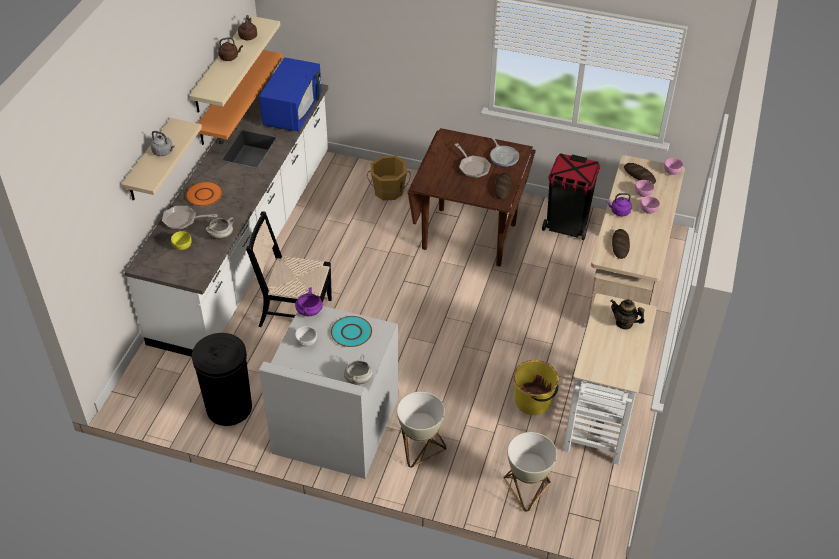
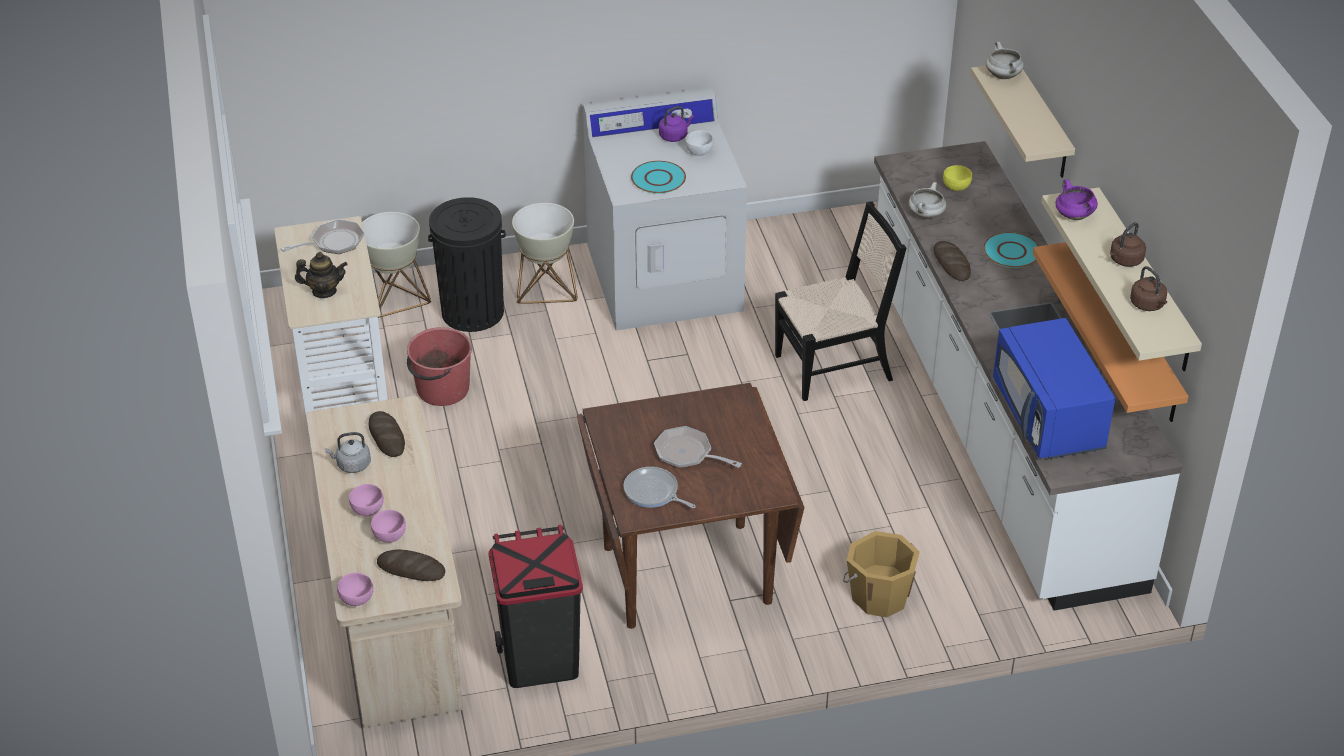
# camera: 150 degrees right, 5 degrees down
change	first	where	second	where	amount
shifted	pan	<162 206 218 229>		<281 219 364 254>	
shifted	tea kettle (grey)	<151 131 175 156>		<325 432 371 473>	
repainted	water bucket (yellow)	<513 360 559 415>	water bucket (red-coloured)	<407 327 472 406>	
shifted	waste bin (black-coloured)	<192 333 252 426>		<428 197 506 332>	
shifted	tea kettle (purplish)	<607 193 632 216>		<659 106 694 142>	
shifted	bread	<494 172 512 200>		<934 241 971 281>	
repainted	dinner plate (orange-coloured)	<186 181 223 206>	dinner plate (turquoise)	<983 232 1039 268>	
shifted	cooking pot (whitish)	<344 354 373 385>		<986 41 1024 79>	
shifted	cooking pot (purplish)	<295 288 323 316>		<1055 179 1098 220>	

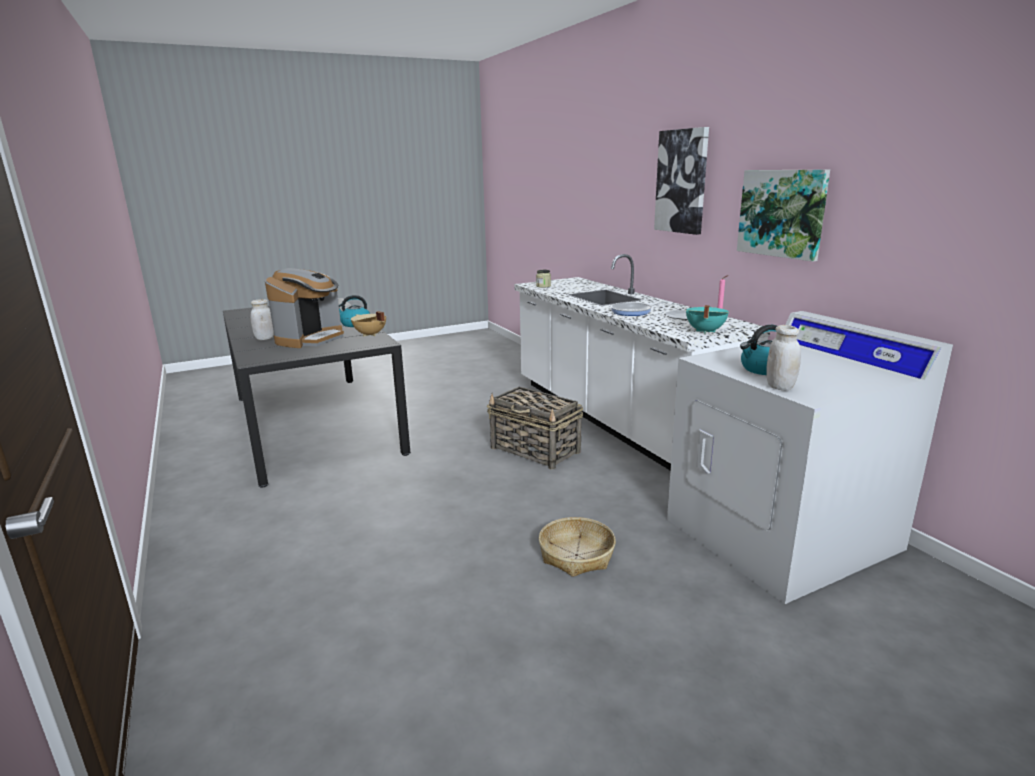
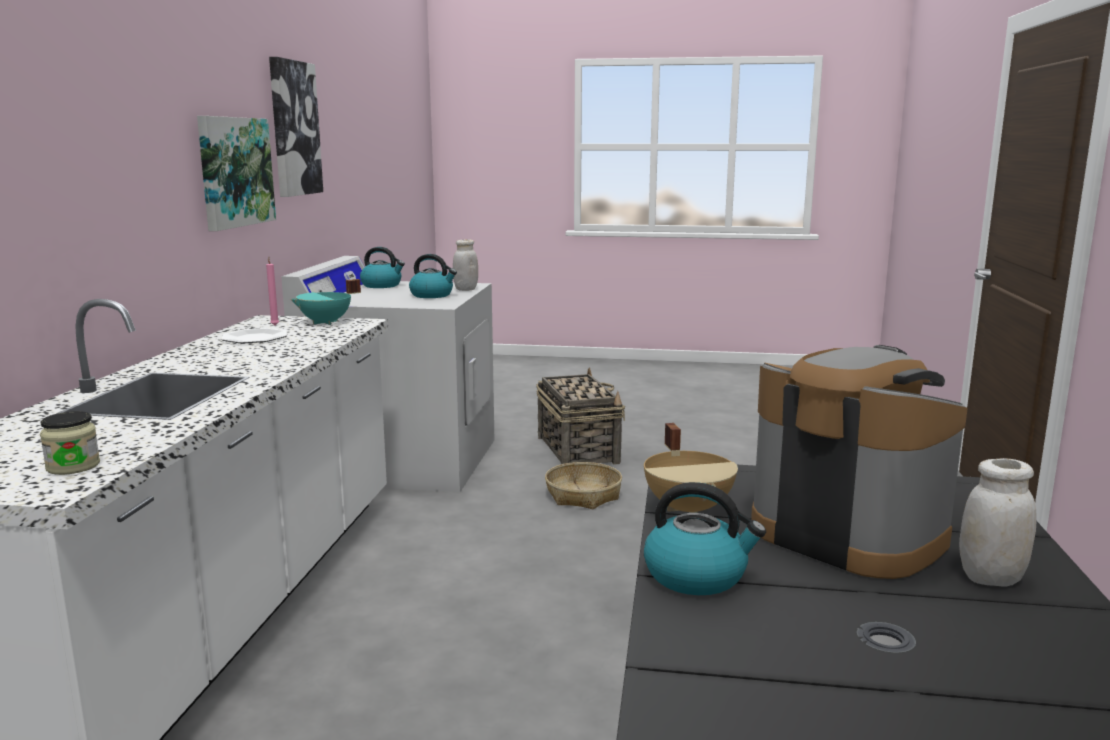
# camera: 145 degrees left, 5 degrees down
change	first	where	second	where	amount
shifted	wall picture	<654 127 709 235>		<269 57 323 197>	
new			tea kettle	<360 247 405 288>	
shifted	basket	<487 387 583 470>		<536 367 625 464>	
rotated	coffee maker	<265 268 344 348>		<751 345 968 579>	75 degrees clockwise
gone	pan	<611 301 668 316>			

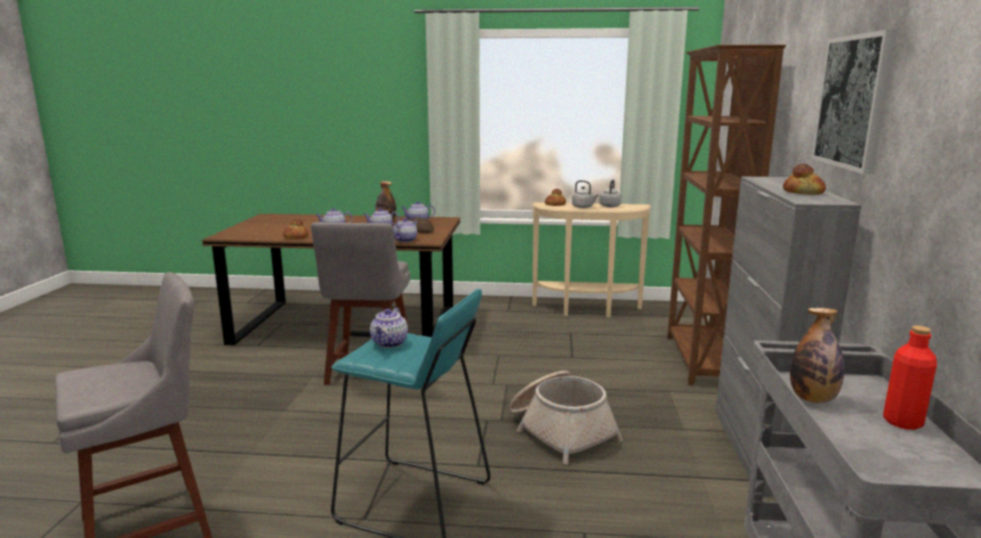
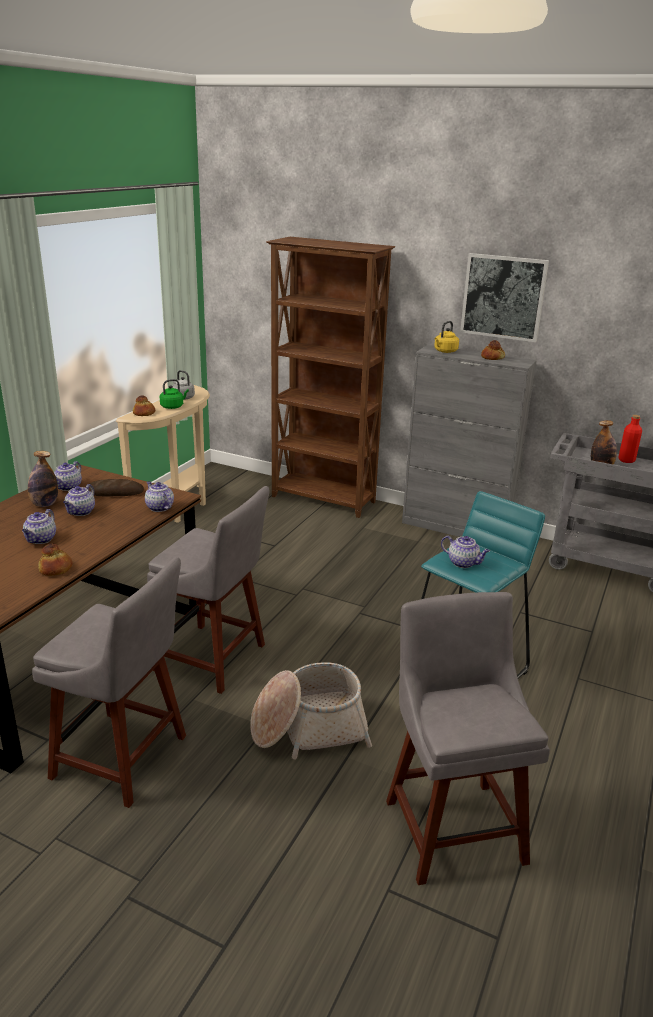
# camera: 70 degrees left, 10 degrees up
change	first	where	second	where	amount
new			upright chair (grey)	<32 557 186 808>	
repainted	tea kettle (grey)	<572 180 599 208>	tea kettle (green)	<160 379 189 409>	
shifted	basket	<509 371 623 465>		<250 662 372 759>	
new			tea kettle (yellow)	<434 321 459 353>	

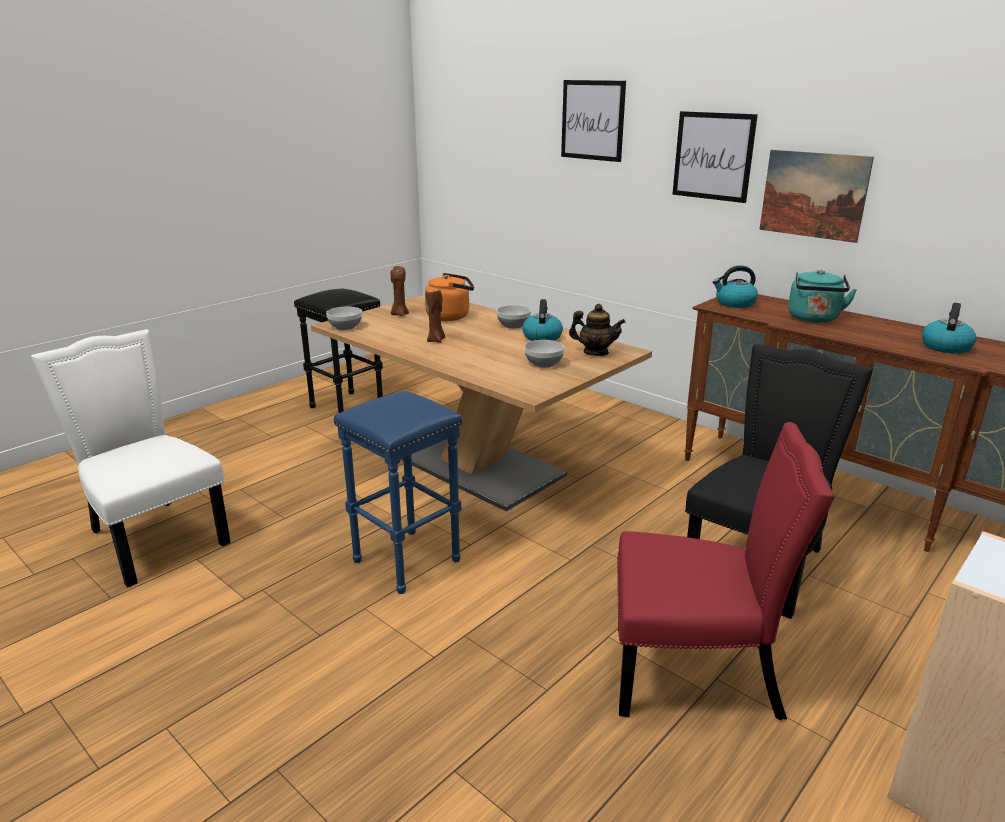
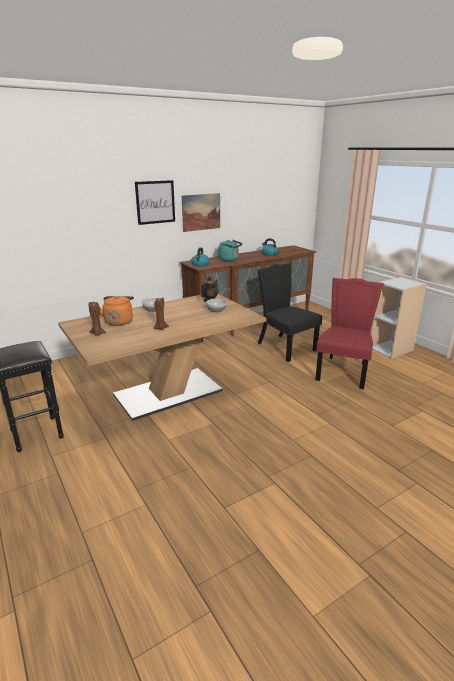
# camera: 75 degrees left, 0 degrees up
change	first	where	second	where	amount
gone	upright chair (whitish)	<31 329 231 587>			
gone	deep dish	<326 307 362 330>			
gone	sitting stool (bluish)	<334 391 462 594>			
gone	tea kettle	<522 299 563 341>			
gone	wall picture	<561 80 626 162>			

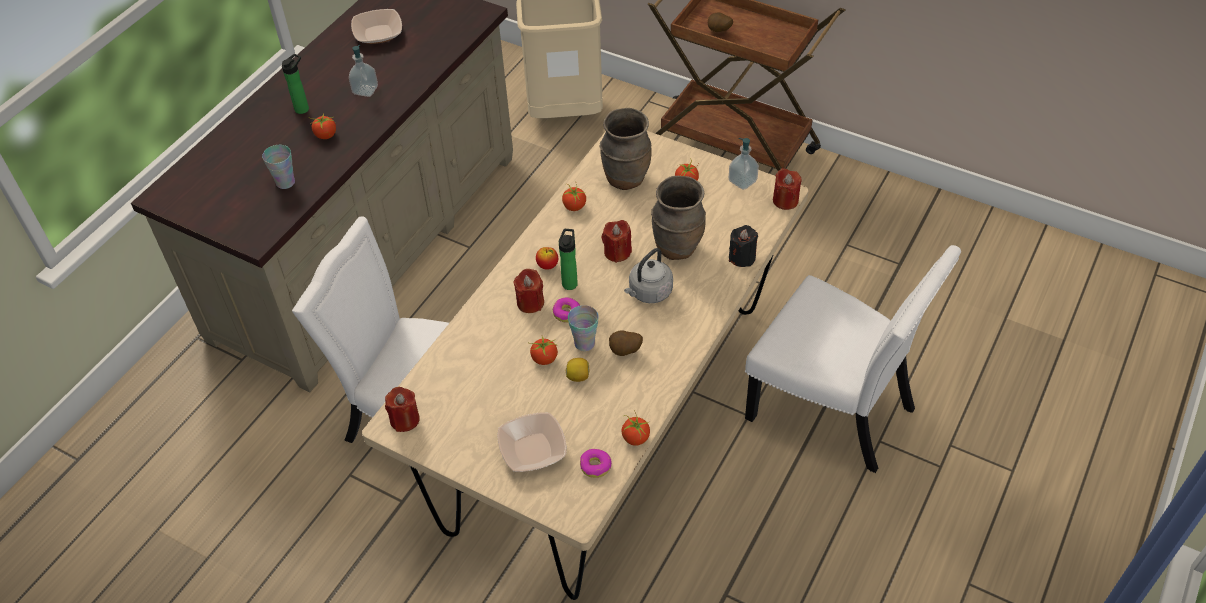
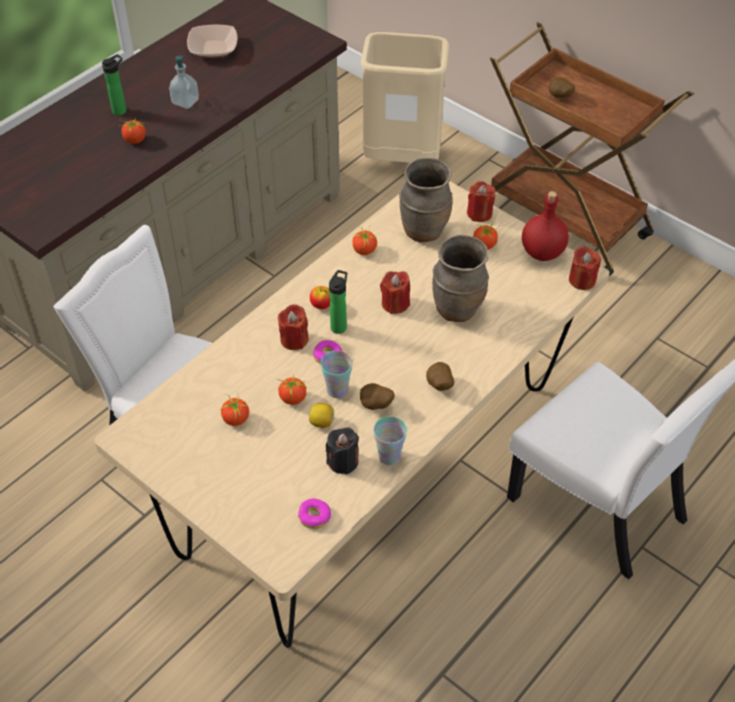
# camera: 10 degrees right, 0 degrees up
change	first	where	second	where	amount
shifted	whole tomato	<622 410 650 446>		<221 393 249 426>	
shifted	wax candle (black-coloured)	<729 225 758 267>		<326 427 359 475>	
shifted	small cup	<262 145 295 189>		<373 416 407 465>	
new			spud	<426 362 454 391>	
shifted	wax candle (red-coloured)	<385 387 420 432>		<467 181 496 222>	
swapped	liquid soap bottle	<729 138 759 190>	bottle (red-coloured)	<522 191 569 261>	
gone	deep dish	<497 412 567 472>			
gone	tea kettle (grey)	<624 248 673 303>			

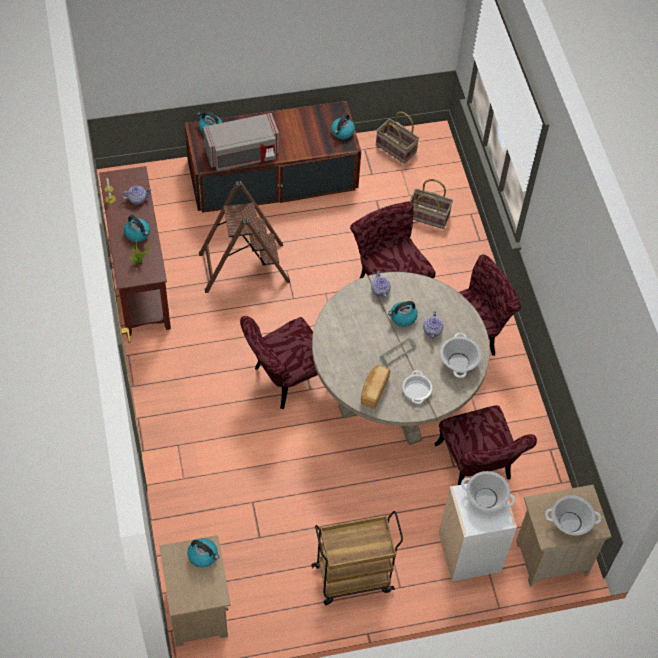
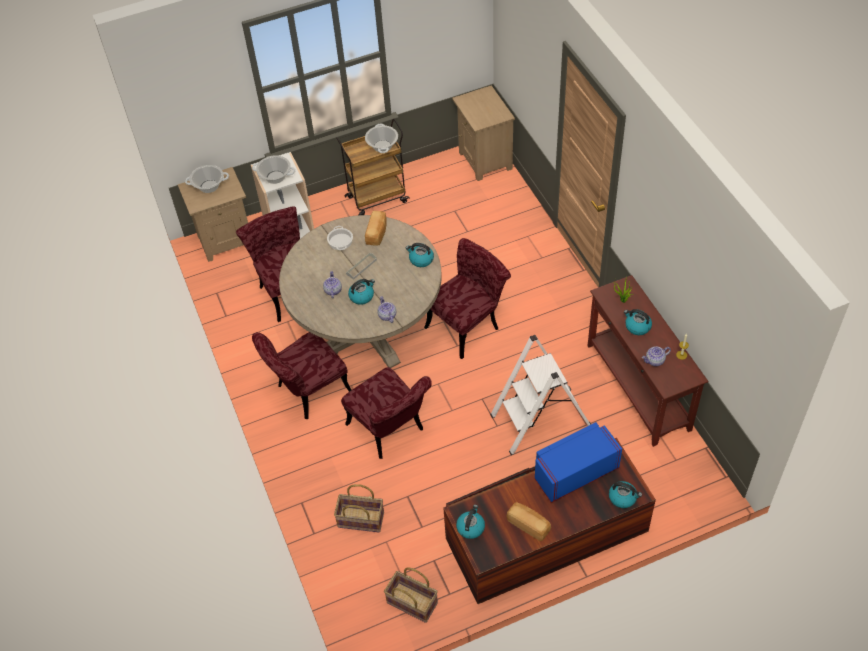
# camera: 175 degrees right, 5 degrees down
change	first	where	second	where	amount
shifted	cooking pot	<440 333 481 378>		<365 124 398 153>	
shifted	tea kettle	<187 538 219 568>		<406 243 434 267>	
repainted	step stool (brown)	<199 181 290 293>	step stool (whitish)	<490 335 591 455>	
new			bread	<507 502 551 541>	
repainted	microwave (grey)	<203 113 279 171>	microwave (bluish)	<535 422 622 503>	

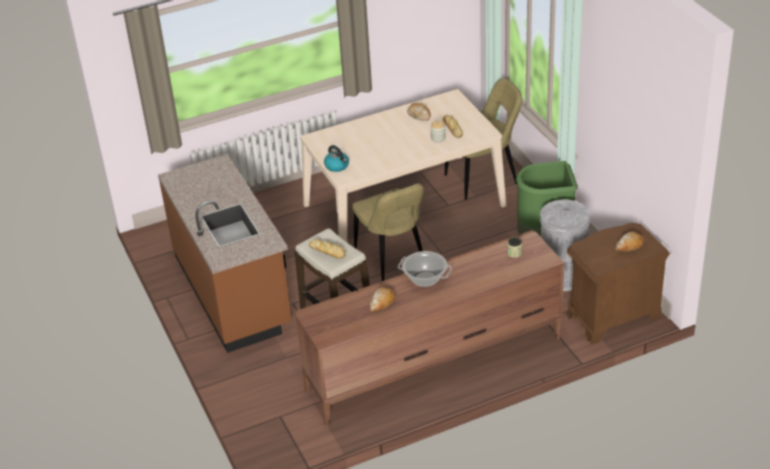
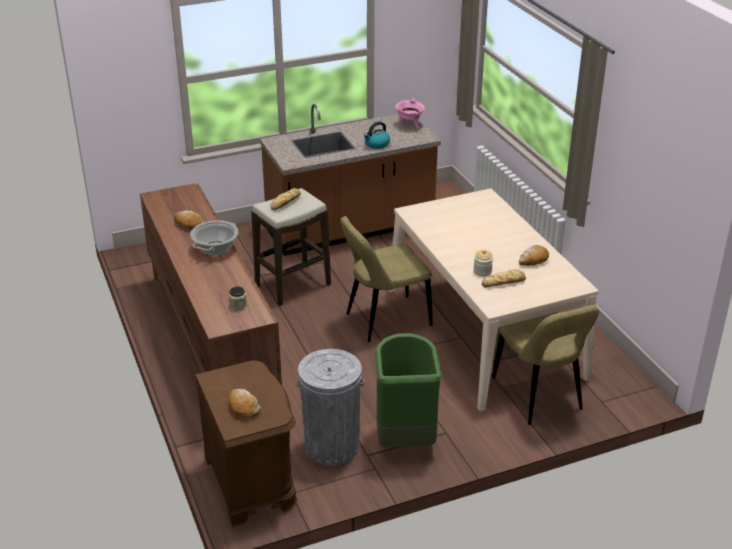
# camera: 90 degrees right, 5 degrees down
change	first	where	second	where	amount
shifted	tea kettle	<324 145 349 172>		<364 121 390 149>	
new			cooking pot (pink-coloured)	<395 98 425 129>	

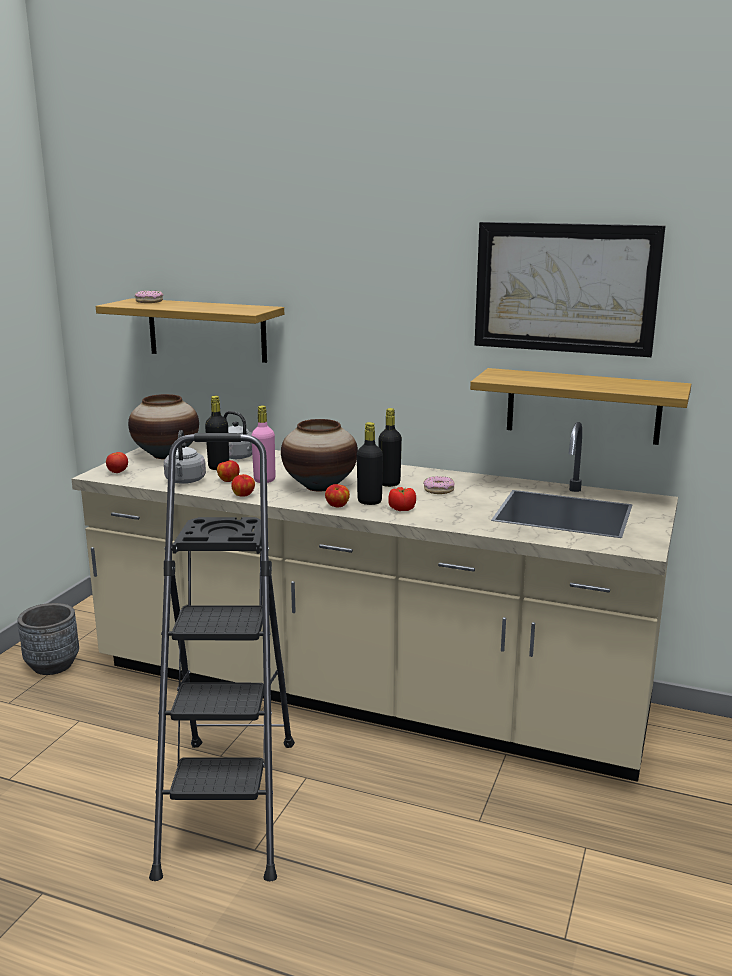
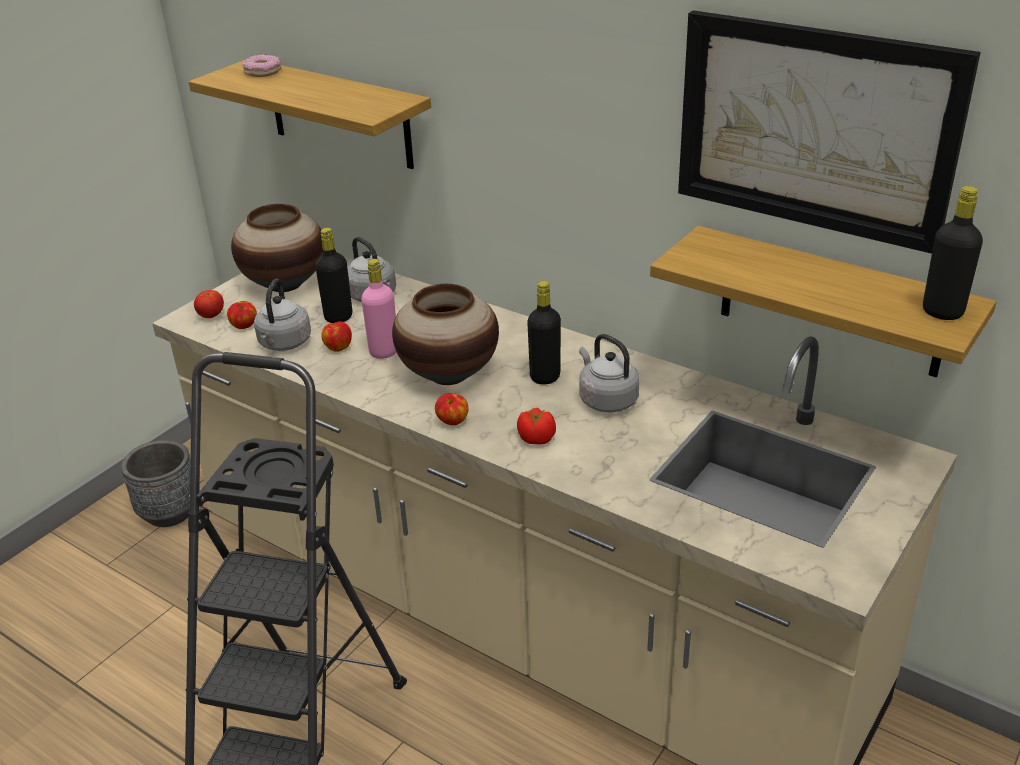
# camera: 15 degrees right, 15 degrees up
change	first	where	second	where	amount
shifted	apple fruit	<231 474 255 497>		<227 301 257 329>	
swapped	ring doughnut	<423 476 455 494>	tea kettle (grey)	<579 334 640 413>	
shifted	bottle (black-coloured)	<357 422 383 505>		<923 186 983 320>	

